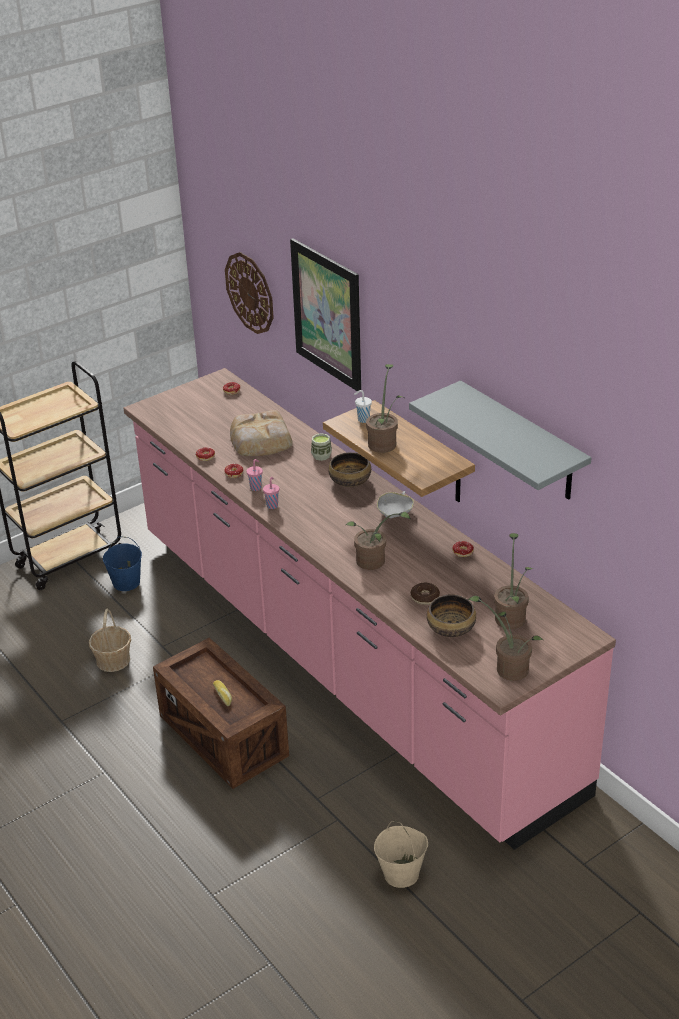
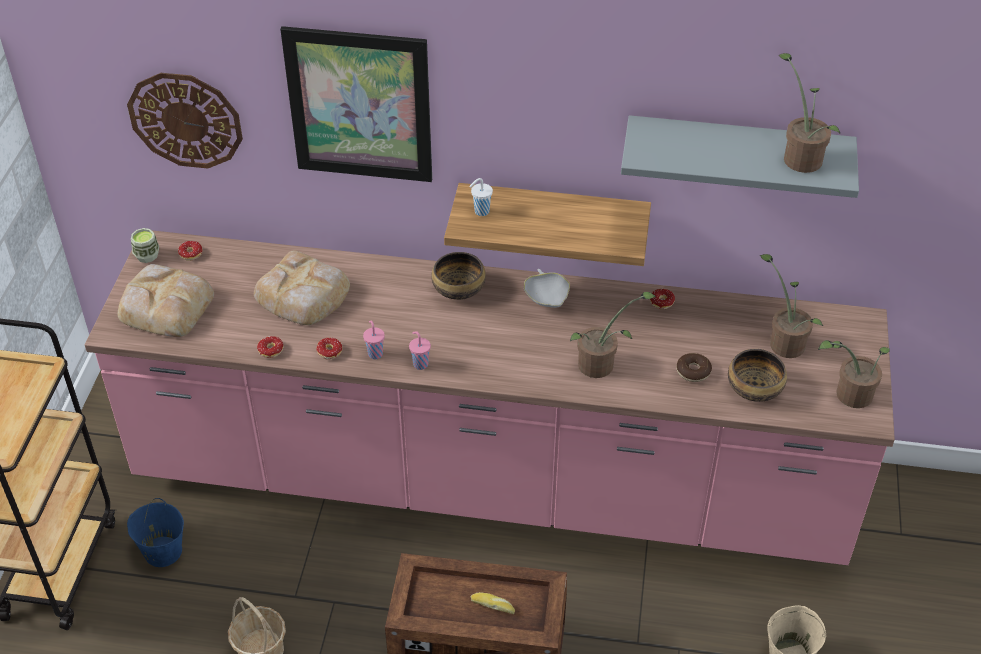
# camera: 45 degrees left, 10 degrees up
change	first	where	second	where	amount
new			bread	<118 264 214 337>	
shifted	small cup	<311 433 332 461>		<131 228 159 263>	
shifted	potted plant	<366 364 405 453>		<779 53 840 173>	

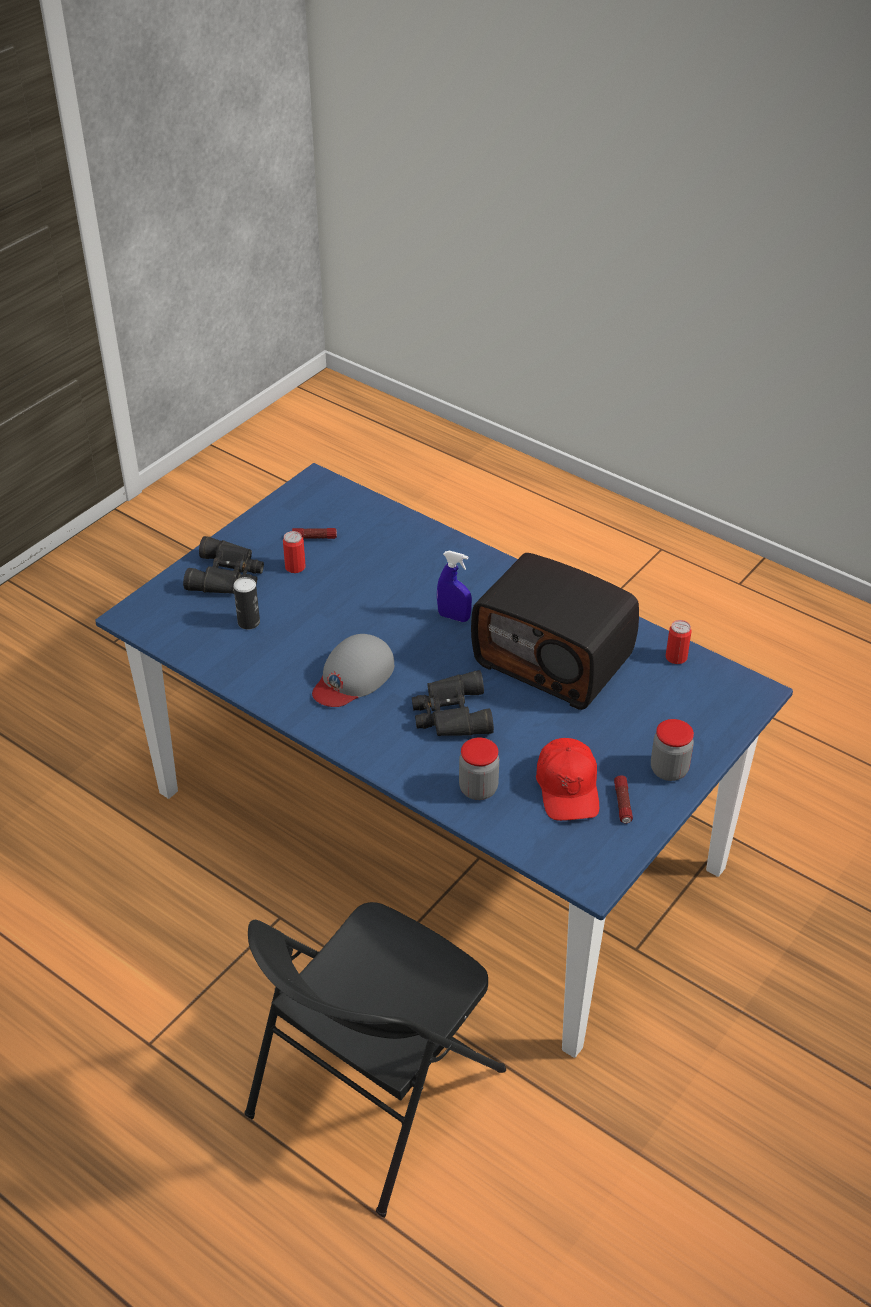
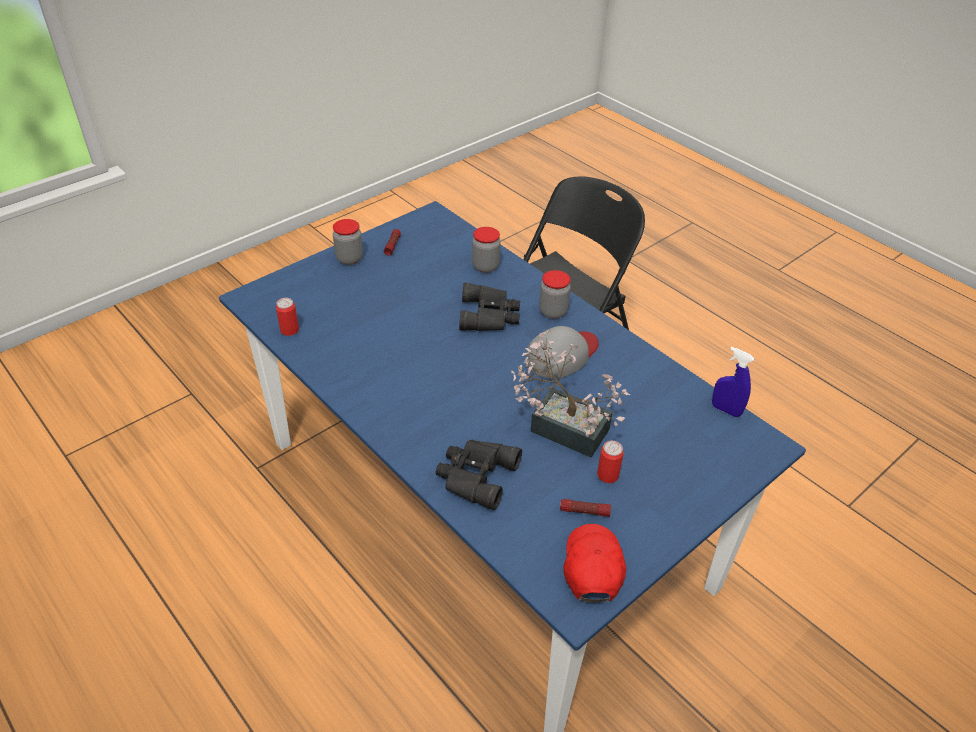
# camera: 170 degrees left, 0 degrees up
change	first	where	second	where	amount
shifted	pair of binoculars (black-coloured)	<183 536 264 594>		<436 440 522 510>	
new			potted plant	<511 330 630 458>	
new			storage jar	<539 270 571 319>	
shifted	baseball cap (red-coloured)	<536 738 599 821>		<563 524 626 603>	
shifted	spray bottle (bluish)	<437 550 472 622>		<712 347 754 417>	
gone	sealed can	<233 577 260 630>			
gone	radio	<471 553 639 710>			

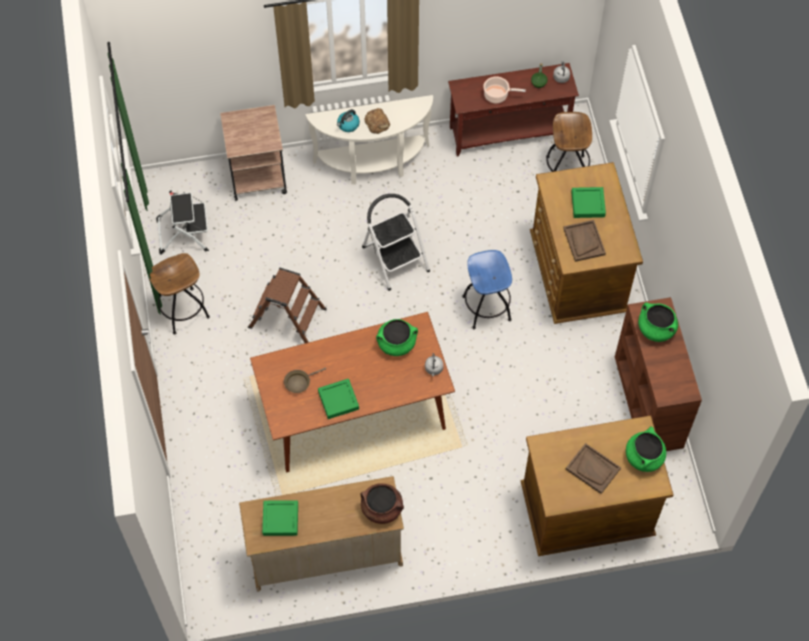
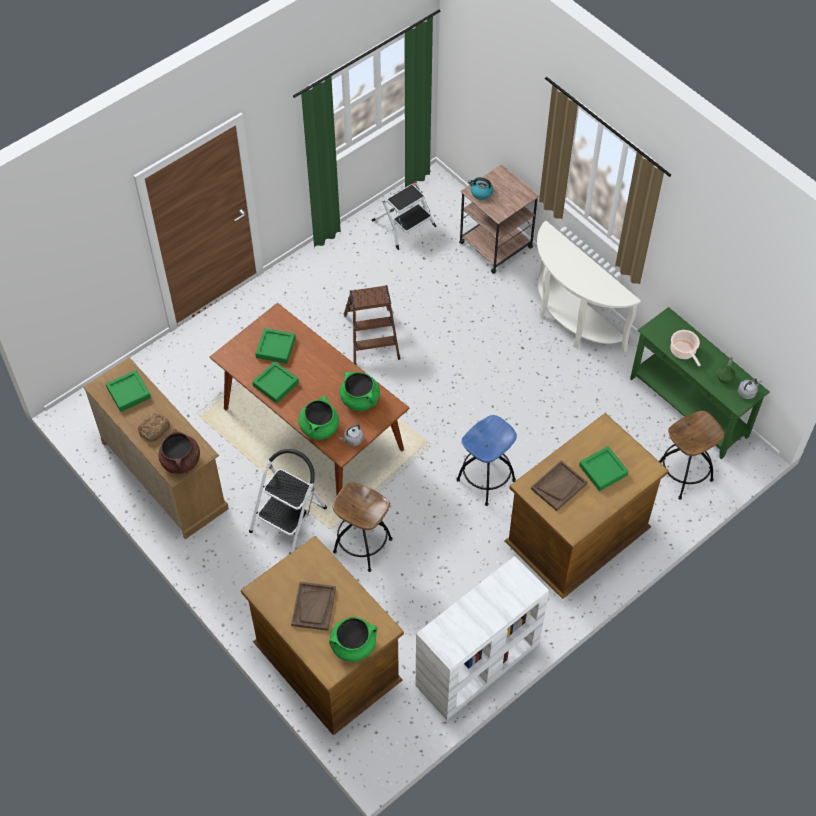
# camera: 60 degrees right, 5 degrees down
change	first	where	second	where	amount
shifted	bread	<364 108 390 134>		<138 413 170 442>	
shifted	step stool	<362 194 430 291>		<249 449 327 554>	
swapped	pan (brown)	<284 367 326 393>	tray (green)	<255 328 296 364>	
shifted	cooking pot (green)	<638 303 678 342>		<299 396 339 440>	
shifted	sitting stool (brown)	<149 253 210 335>		<332 482 392 572>	
repainted	bookshelf (brown)	<615 297 702 451>	bookshelf (whitish)	<416 556 549 720>	
shifted	tea kettle	<337 109 360 132>		<468 177 493 200>	
repainted	narrow table (brown)	<448 63 579 156>	narrow table (green)	<630 307 770 459>	

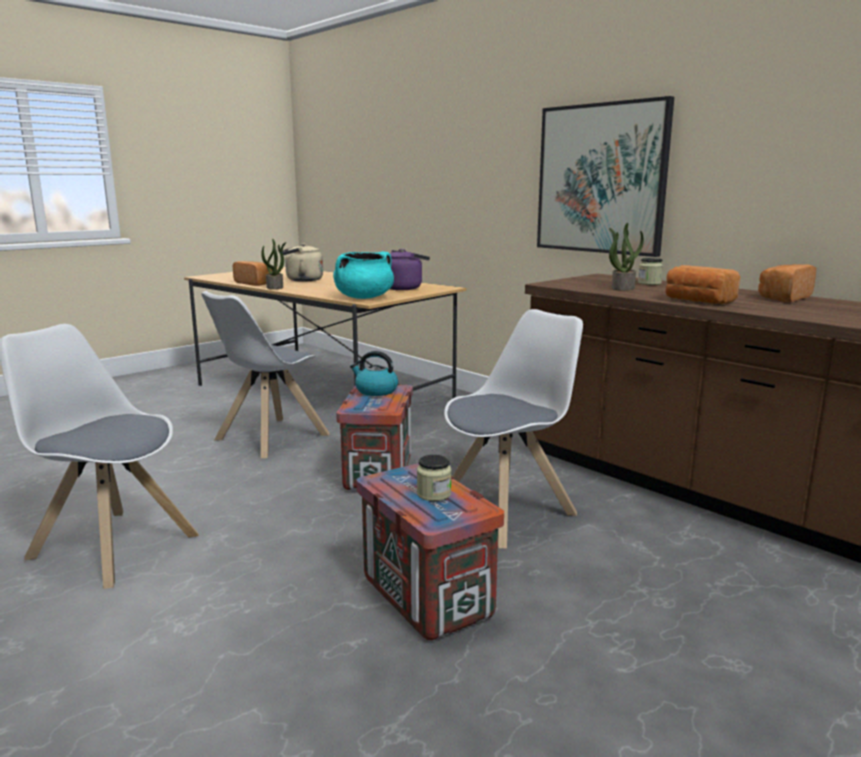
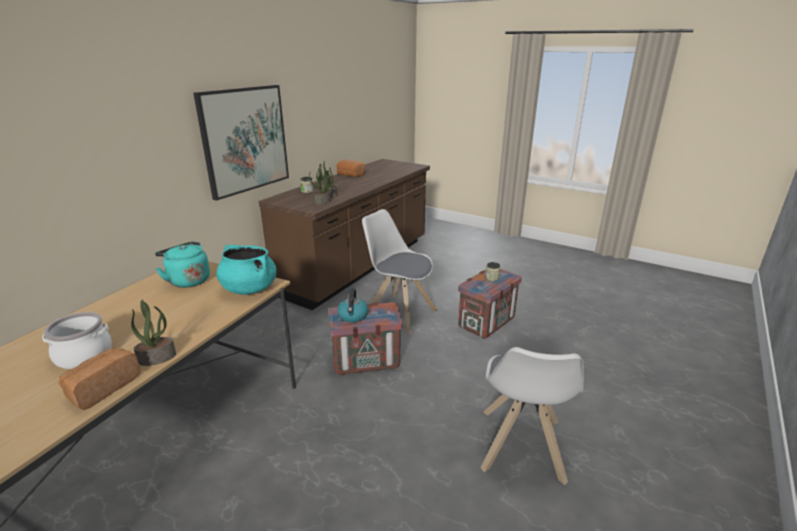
# camera: 105 degrees left, 10 degrees up
change	first	where	second	where	amount
swapped	tea kettle (sand-coloured)	<283 244 323 282>	cooking pot	<42 312 112 369>	
repainted	tea kettle (purplish)	<390 249 430 290>	tea kettle (turquoise)	<155 241 210 288>	
new			potted plant	<309 166 333 205>	
gone	upright chair	<201 291 330 458>			
gone	bread	<665 265 740 304>			

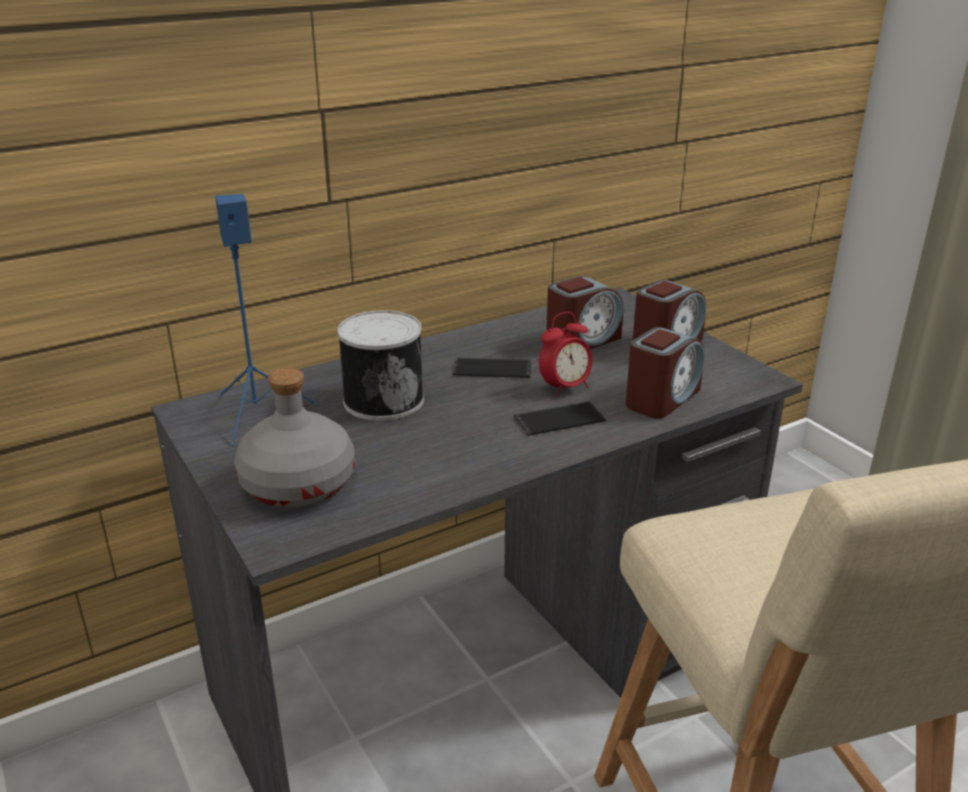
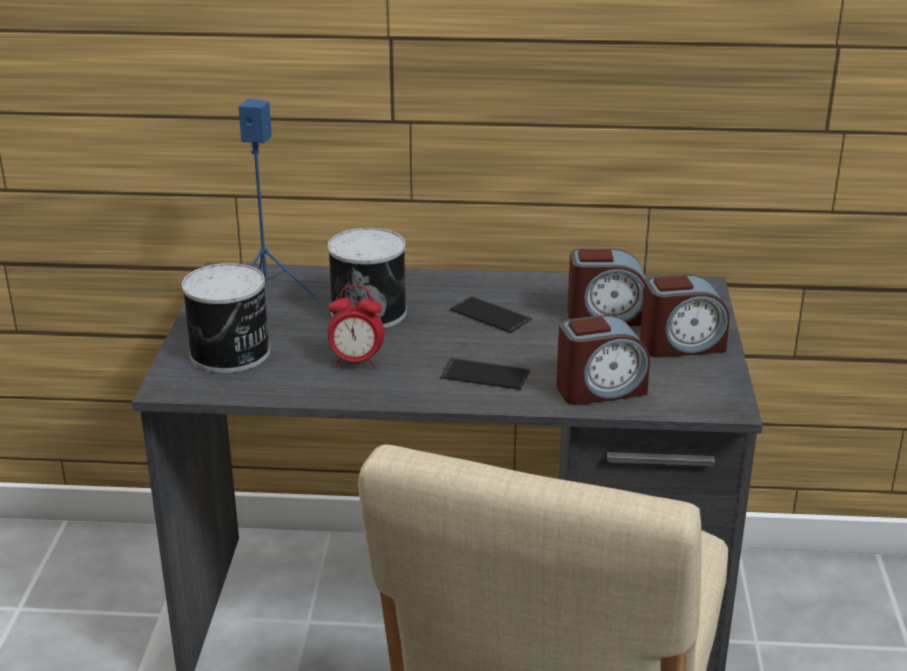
# camera: 35 degrees right, 0 degrees up
change	first	where	second	where	amount
swapped	bottle (grey)	<234 368 355 507>	sealed can	<182 263 270 373>	
shifted	bedside clock	<539 312 593 397>		<328 285 385 369>	

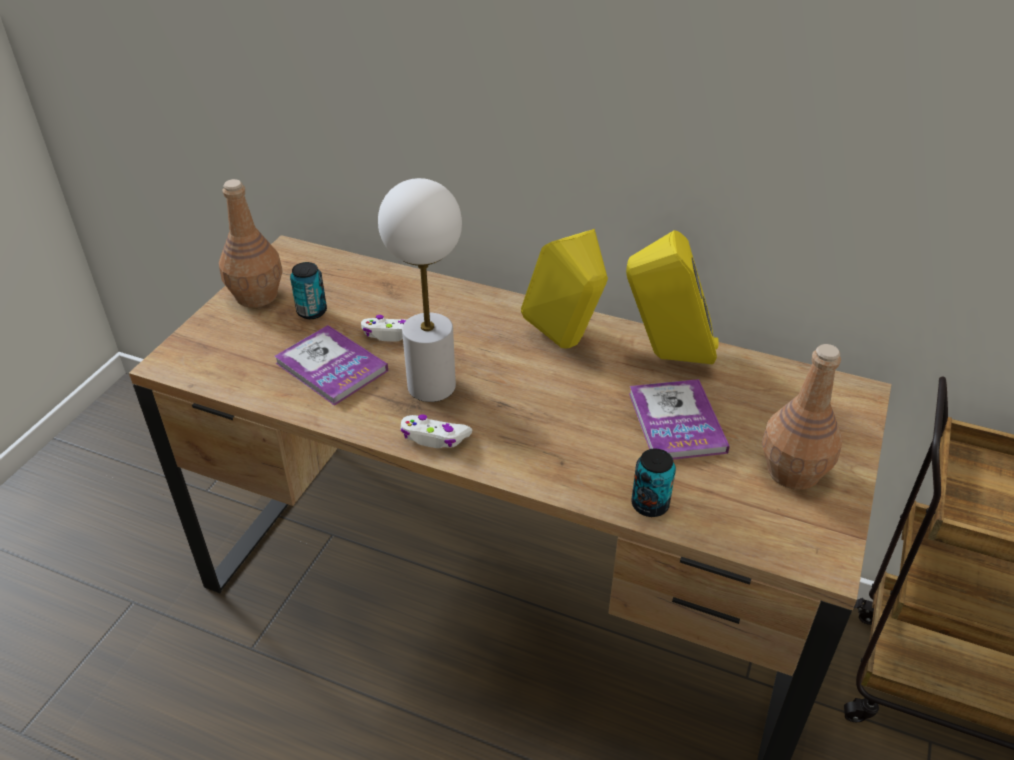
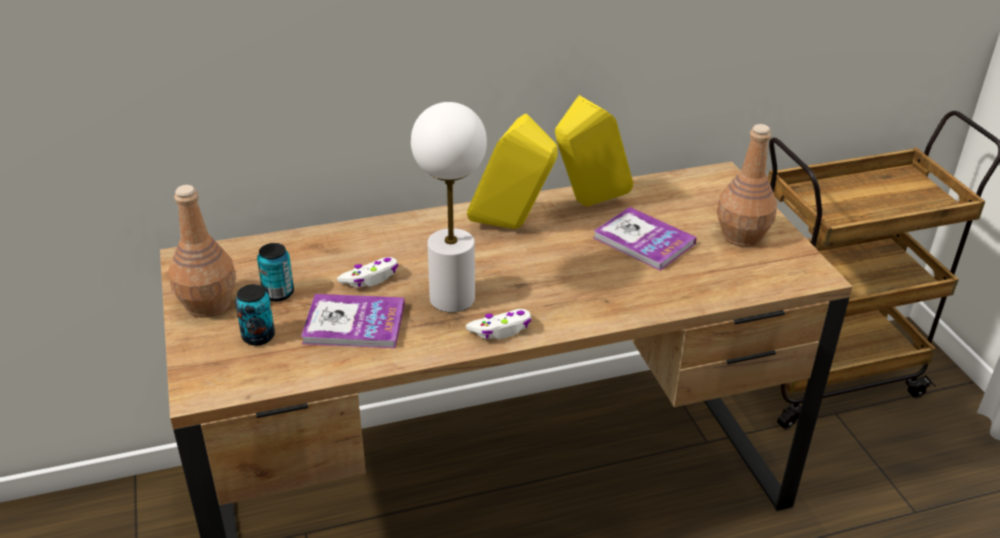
# camera: 40 degrees left, 5 degrees down
change	first	where	second	where	amount
shifted	sealed can	<631 449 676 517>		<235 284 275 346>	

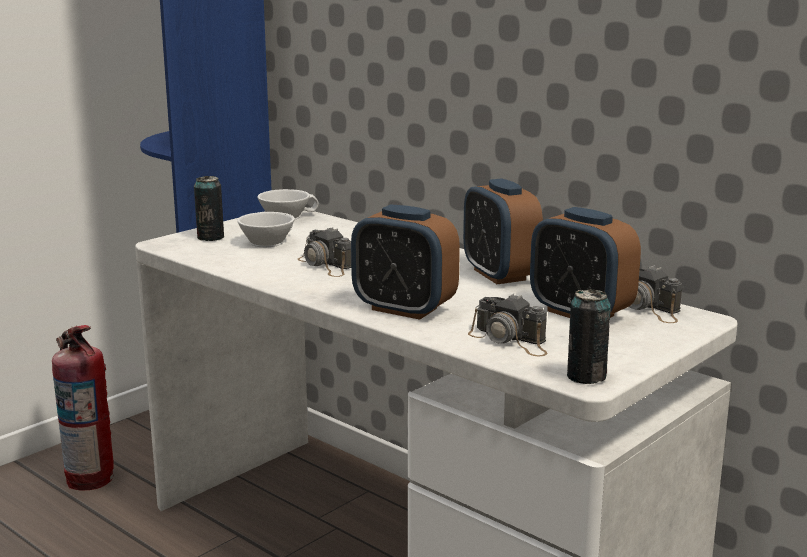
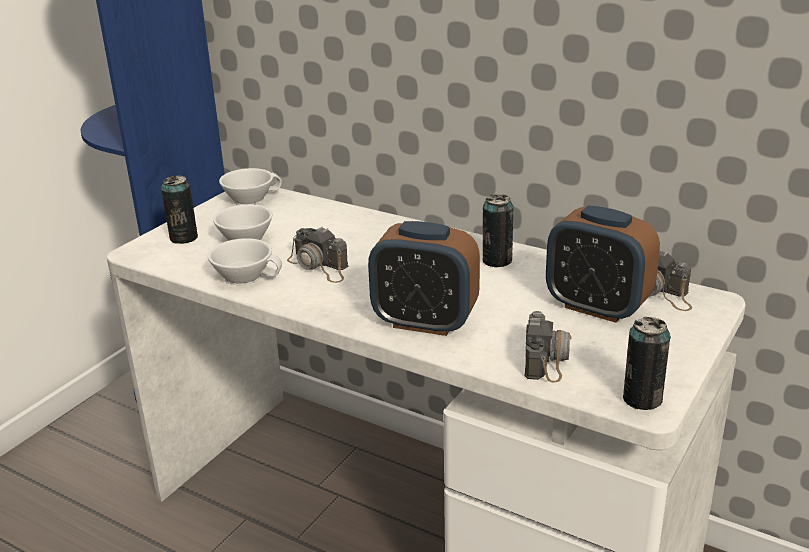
# camera: 10 degrees left, 10 degrees up
change	first	where	second	where	amount
new			small cup (whitish)	<208 238 282 285>	
swapped	bedside clock	<463 178 543 284>	sealed can	<483 194 514 268>	
rotated	still camera	<468 294 548 356>		<525 311 572 382>	105 degrees counterclockwise
gone	fire extinguisher	<52 325 114 491>			

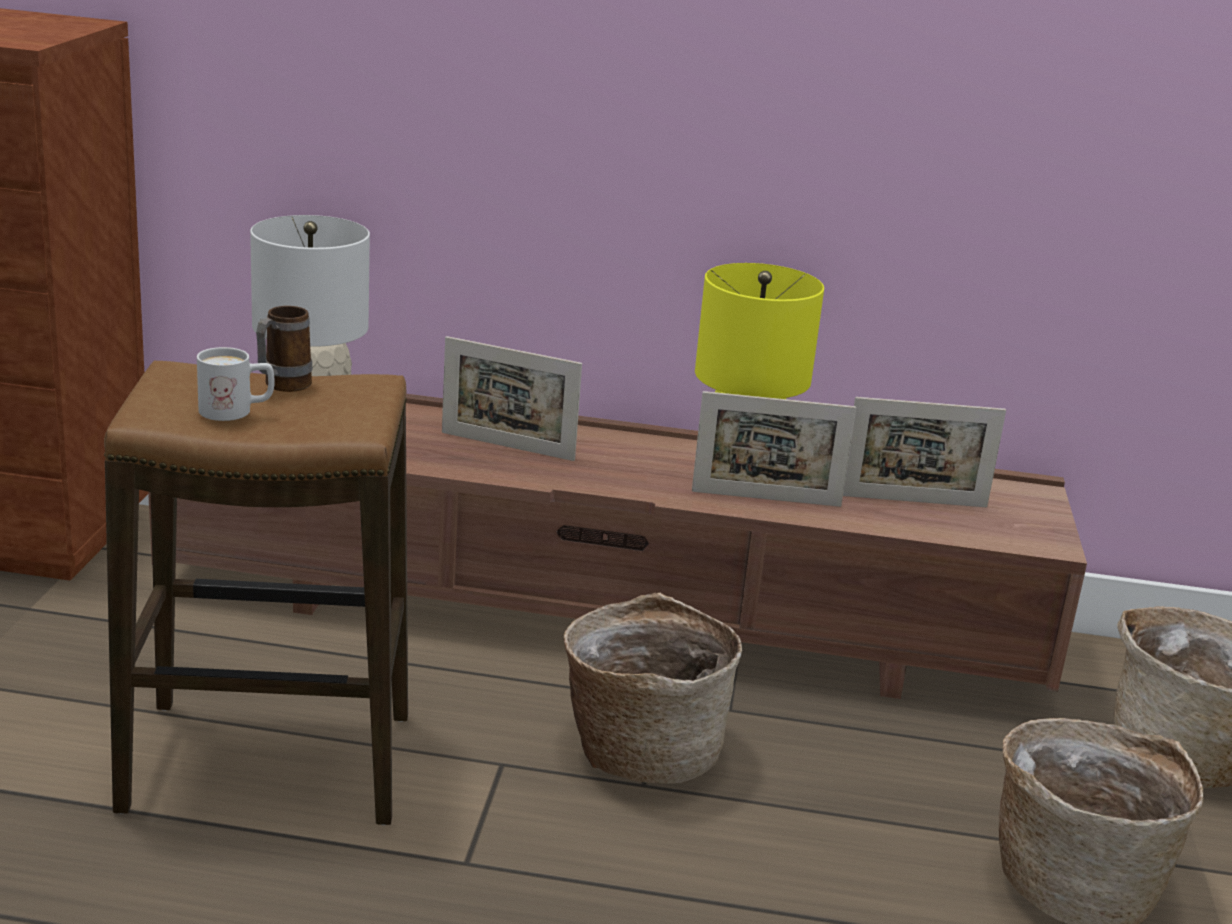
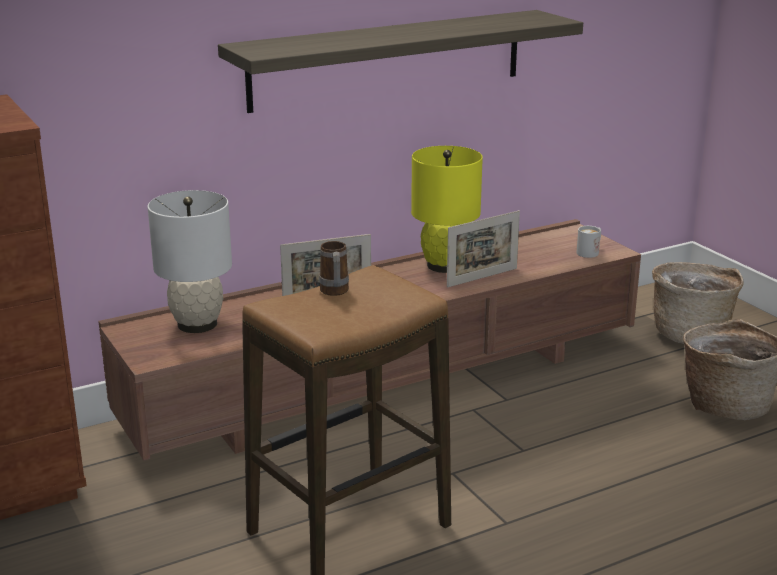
# camera: 35 degrees left, 0 degrees up
change	first	where	second	where	amount
new			shelf	<218 10 583 113>	
shifted	coffee mug (whitish)	<197 347 275 421>		<577 226 601 258>	
gone	basket	<564 593 742 784>			
gone	photo frame	<843 397 1006 507>			

